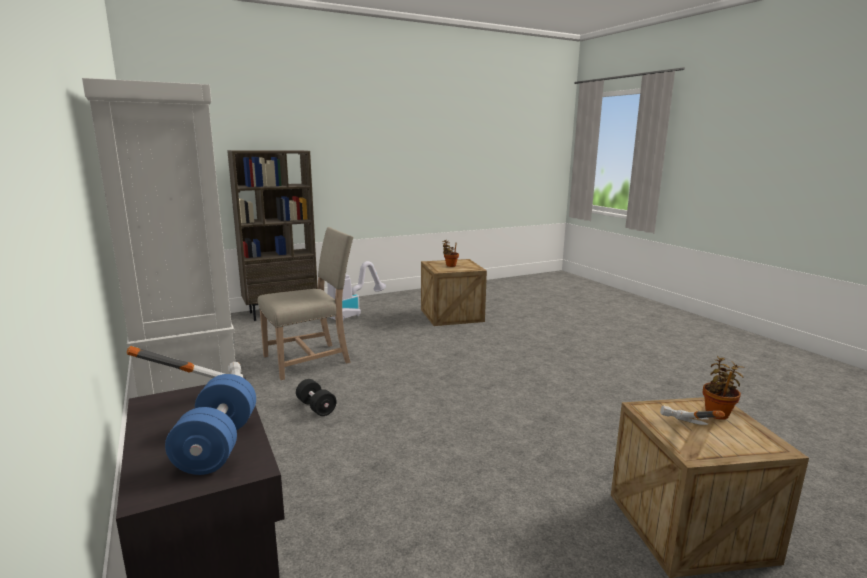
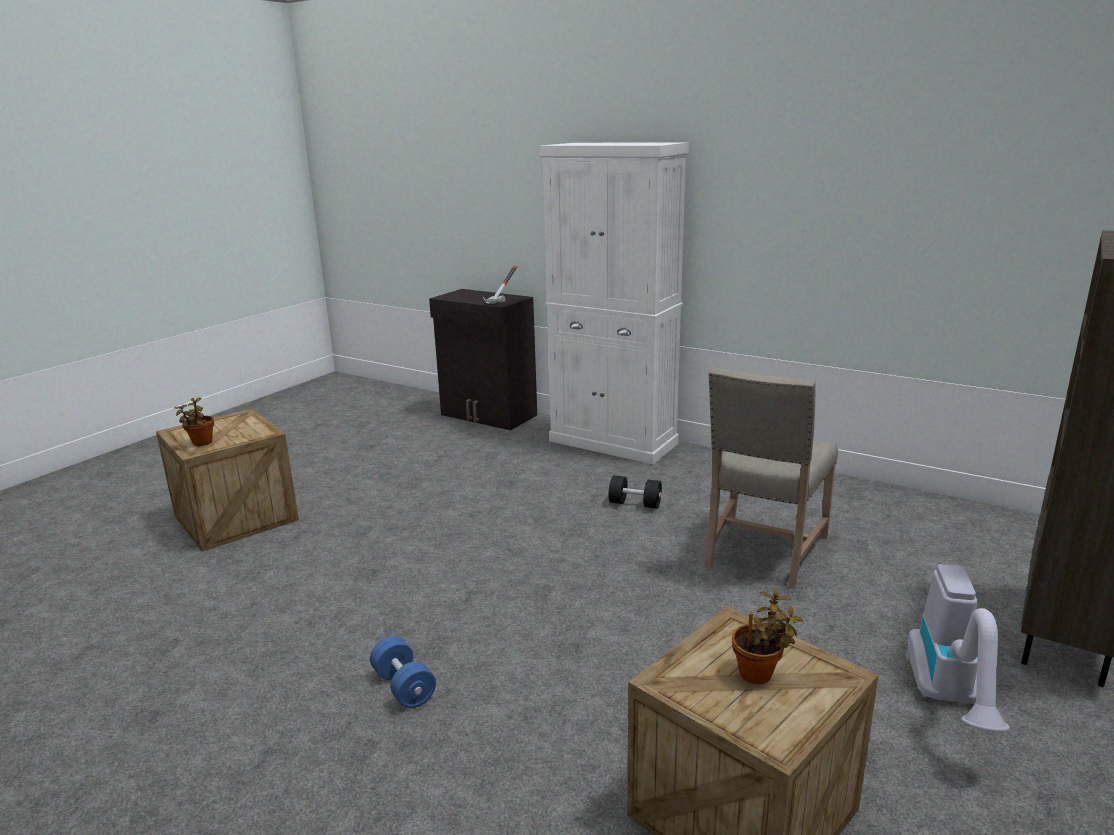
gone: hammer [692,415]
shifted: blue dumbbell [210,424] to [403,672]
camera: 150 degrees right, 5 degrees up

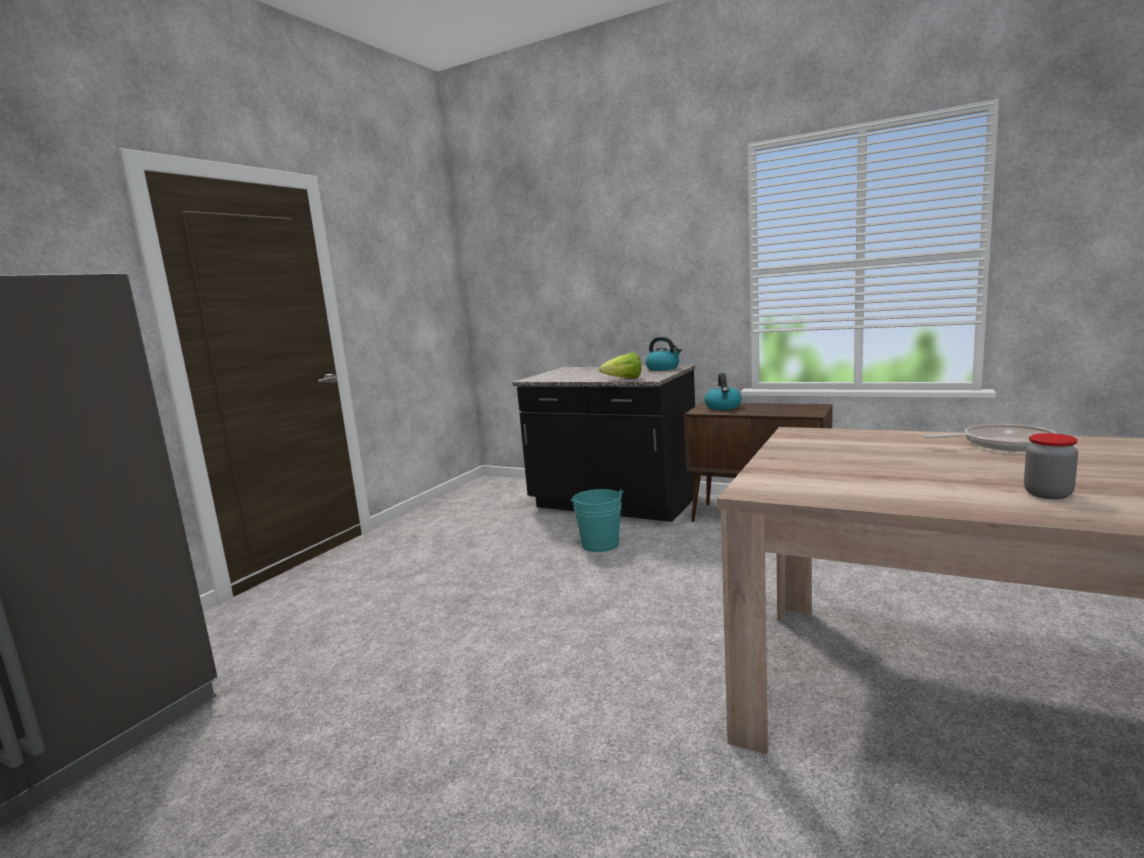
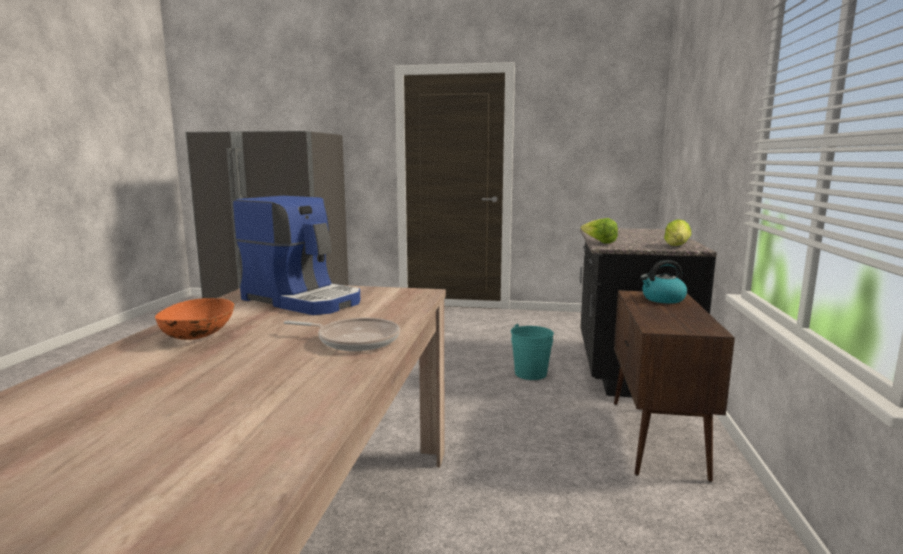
new: coffee machine [296,255]
swapped: jar [1051,466] to orange bowl [195,319]; kettle [663,354] to lettuce [678,232]
rotated: frying pan [991,438] = [342,334] 60 degrees counterclockwise
camera: 70 degrees right, 0 degrees up

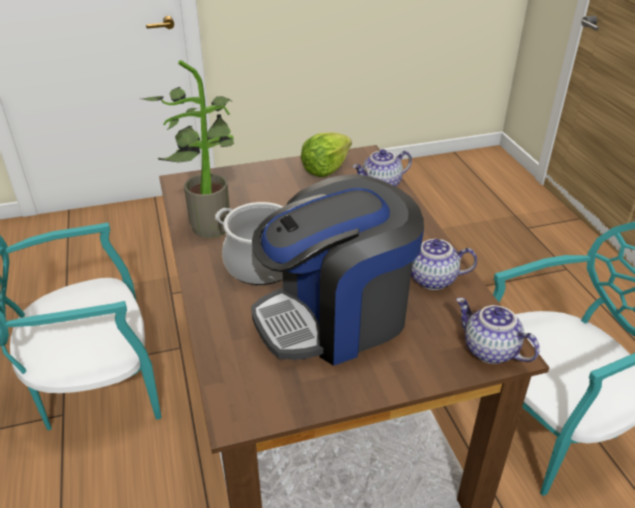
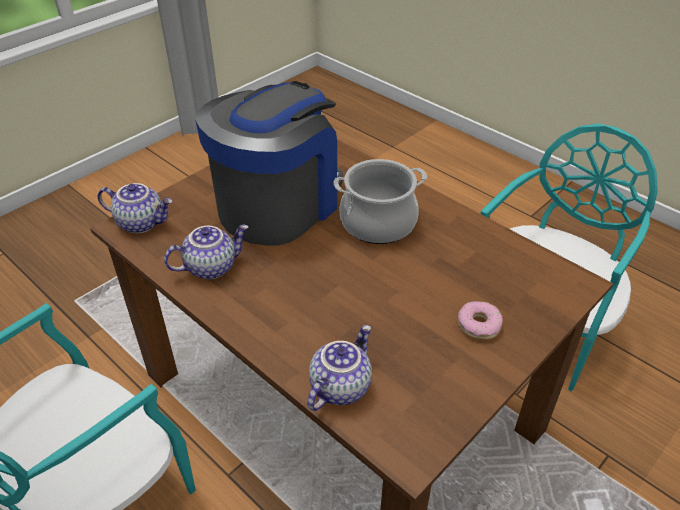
gone: potted plant [188,149]; lettuce [326,154]
new: donut [480,320]
camera: 150 degrees right, 5 degrees up

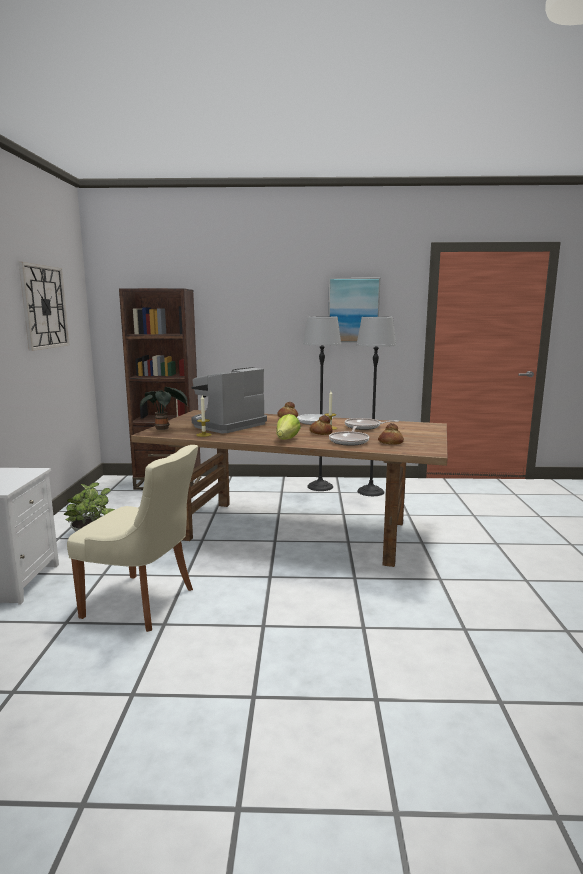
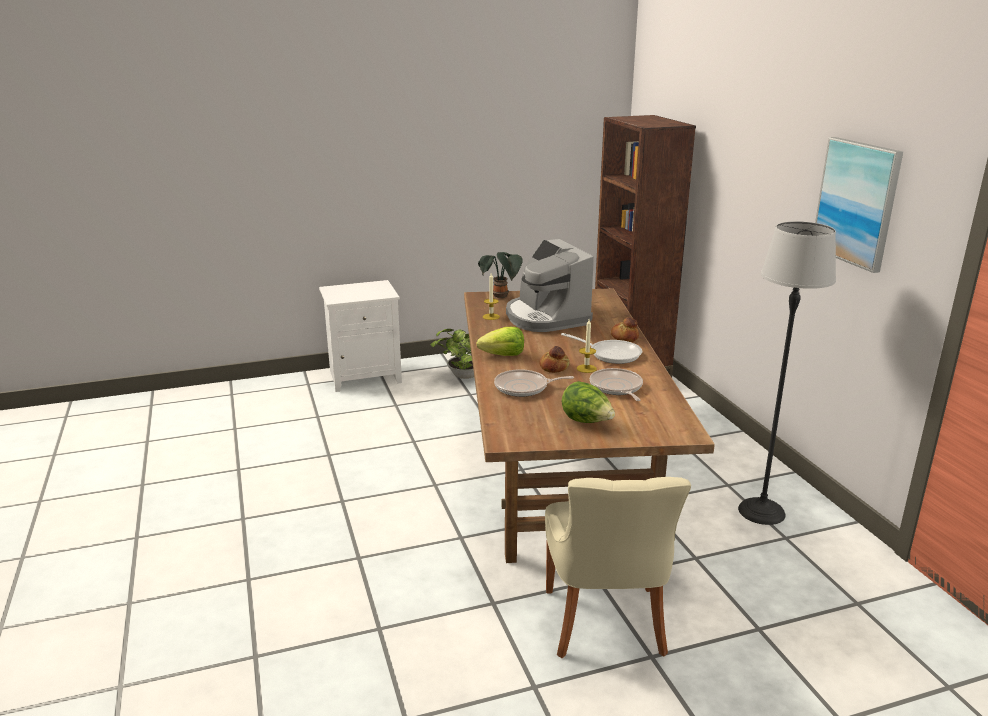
gone: wall clock [44,306]; floor lamp [322,403]; bread [391,434]
new: lettuce [588,402]
shifted: beige chair [132,538] to [618,567]
rotated: coffee machine [229,400] = [550,285] 135 degrees counterclockwise
camera: 70 degrees right, 10 degrees up

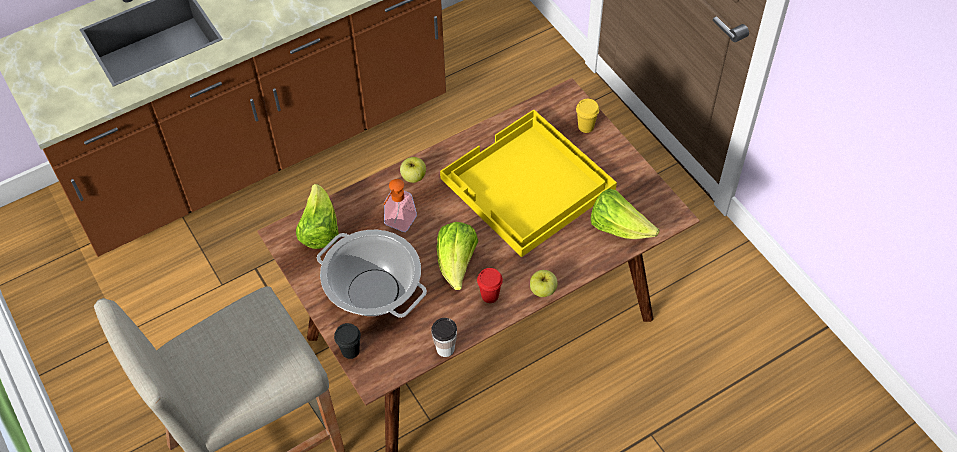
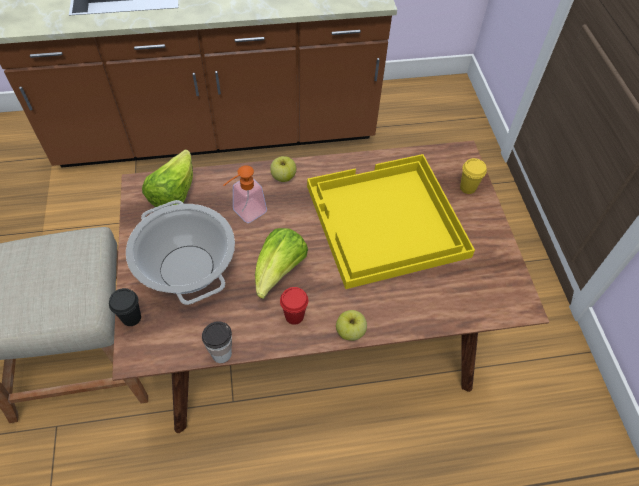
gone: lettuce [625,214]
camera: 20 degrees right, 0 degrees up

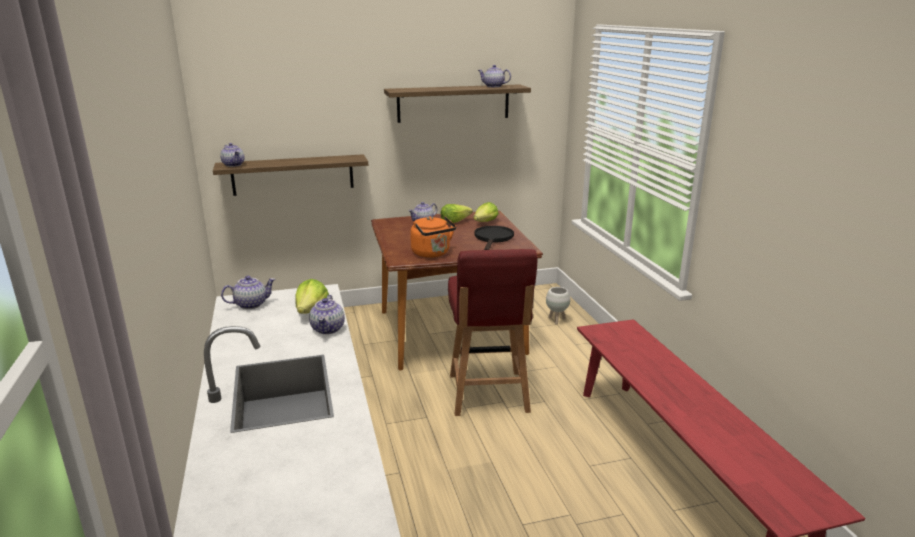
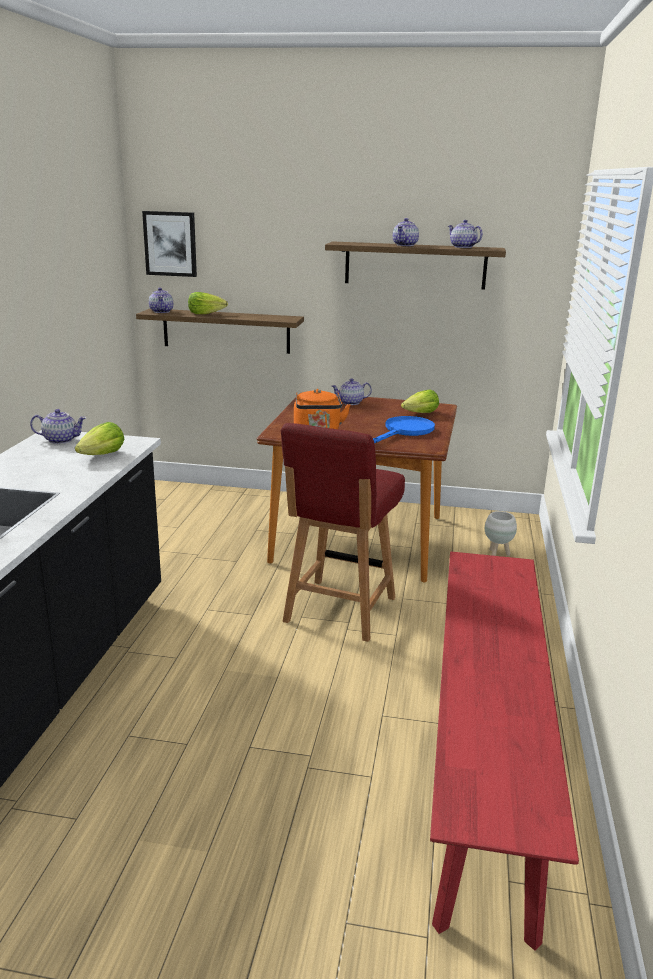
new: picture [169,244]
shifted: lettuce [457,213] to [208,303]; teapot [327,314] to [406,232]
repainted: black frying pan [494,238] to blue frying pan [404,429]
camera: 25 degrees right, 0 degrees up

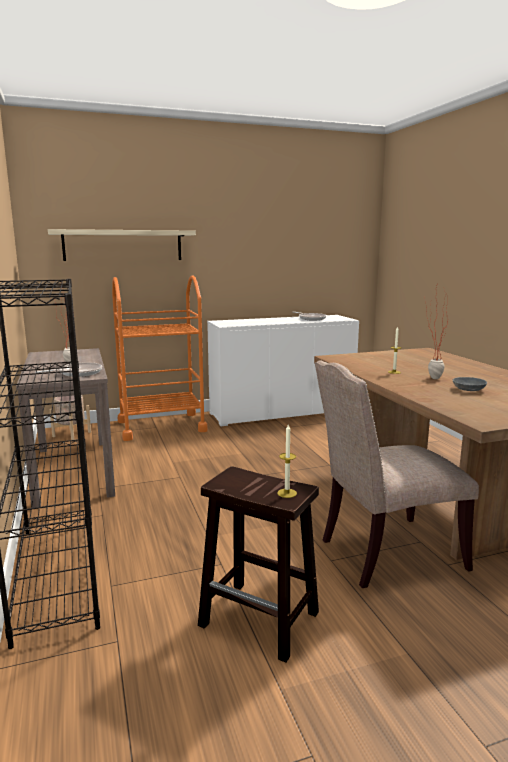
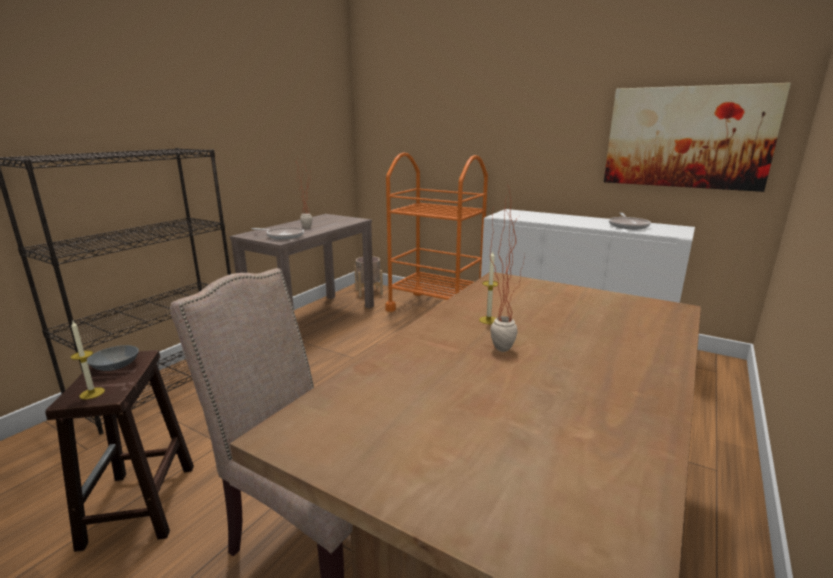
gone: shelf [122,245]
new: picture [697,137]
shifted: grey bowl [470,384] to [113,358]
camera: 50 degrees right, 5 degrees up

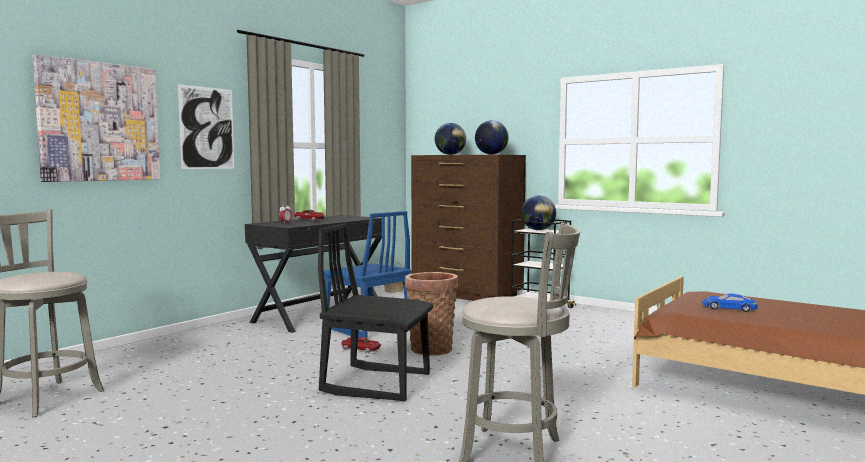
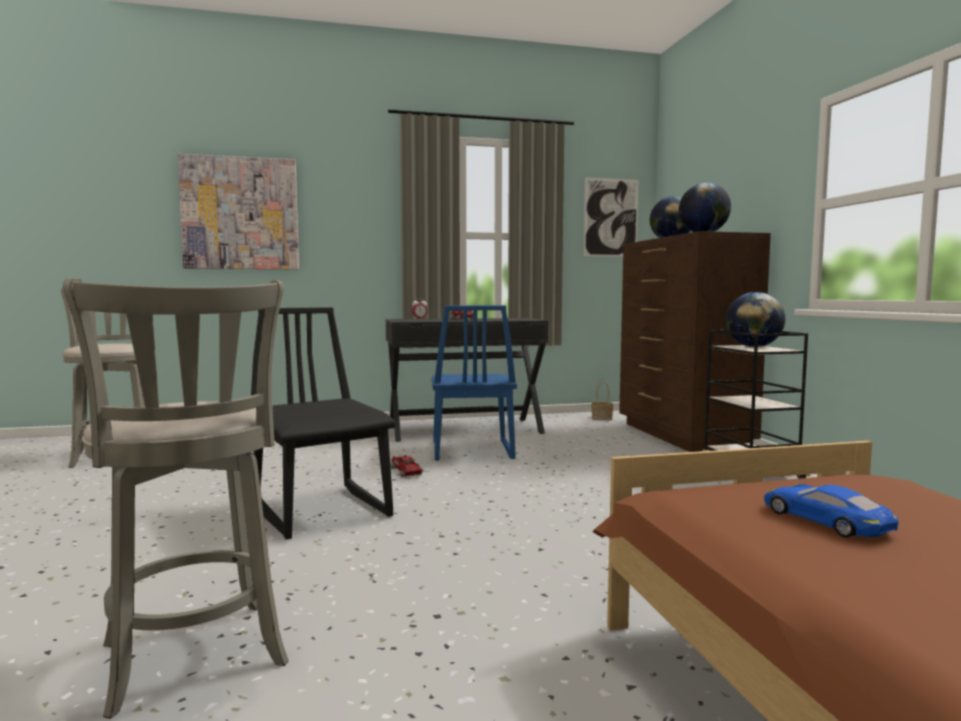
gone: basket [431,314]
shifted: picture [206,126] to [611,217]
camera: 40 degrees right, 0 degrees up

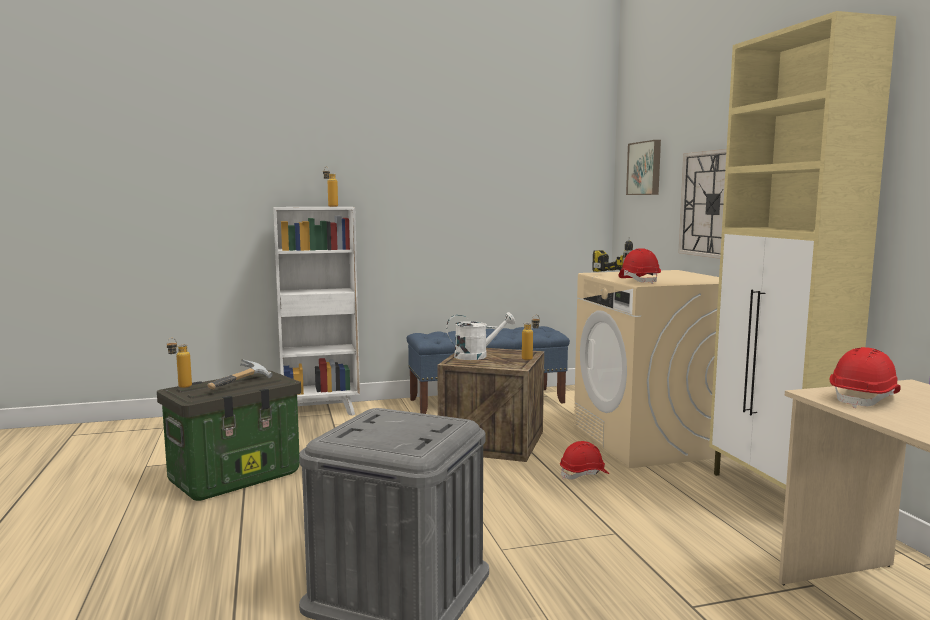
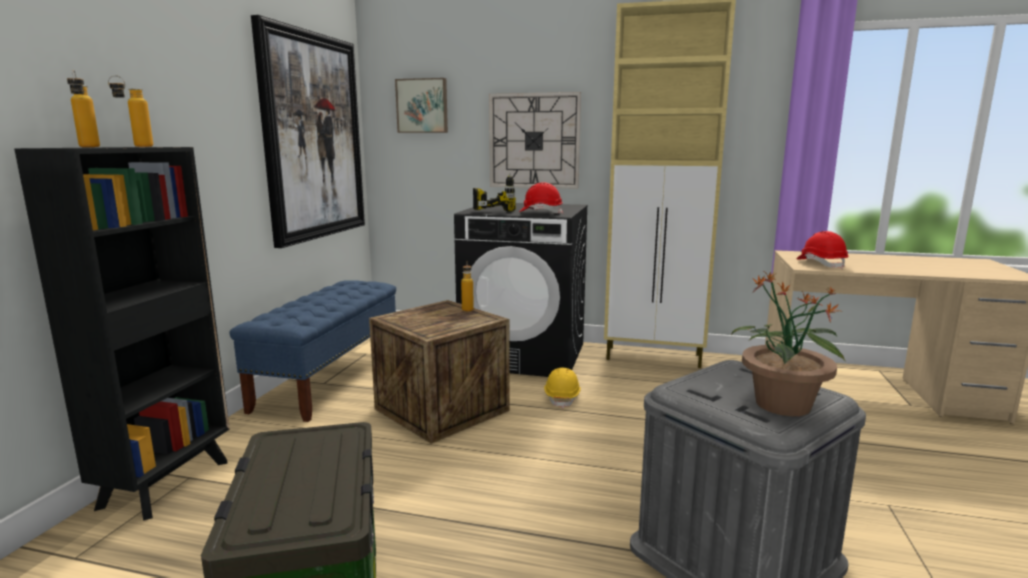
gone: hammer [240,374]; white watering can [480,336]
new: picture [308,131]; potted plant [788,344]
shifted: bottle [179,363] to [83,108]
repainted: white bookcase [316,311] to black bookcase [122,334]; beige washing machine [650,369] to black washing machine [521,290]; red hard hat [584,460] to yellow hard hat [562,388]
camera: 60 degrees left, 5 degrees up

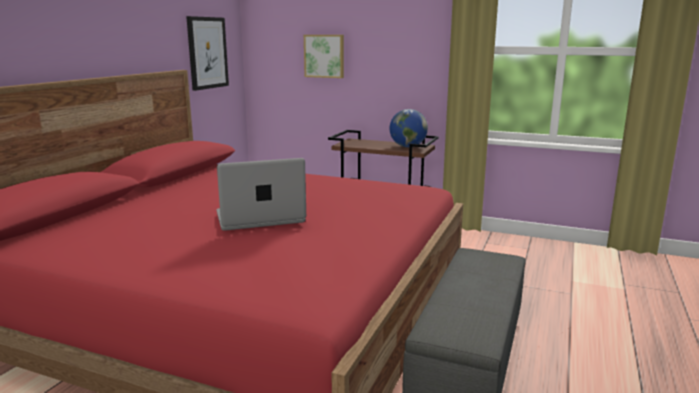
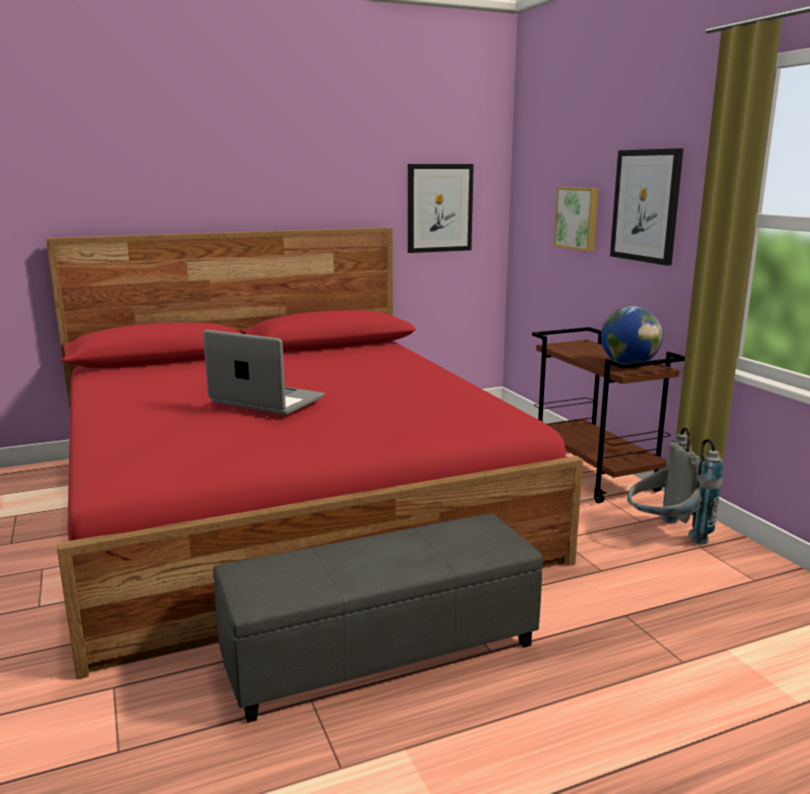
new: picture [646,207]; grey backpack [675,486]
camera: 45 degrees right, 0 degrees up

